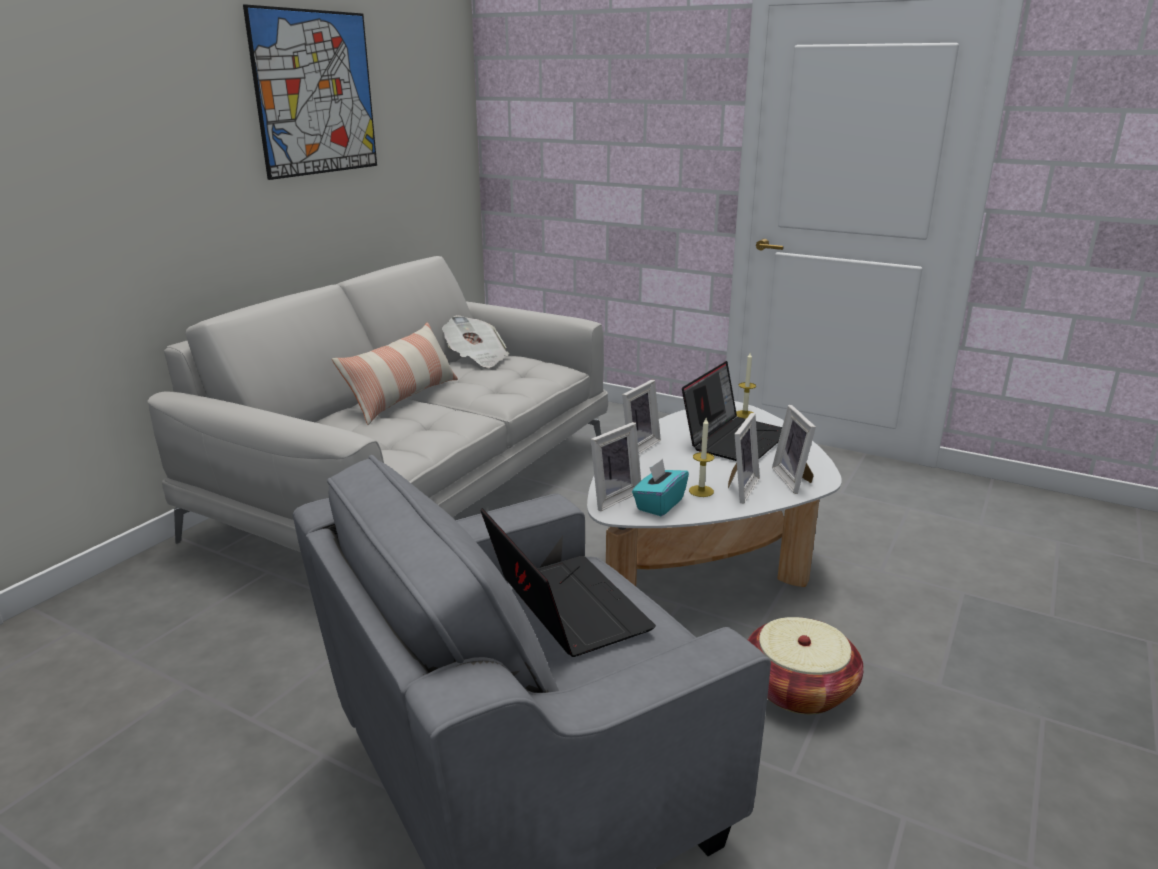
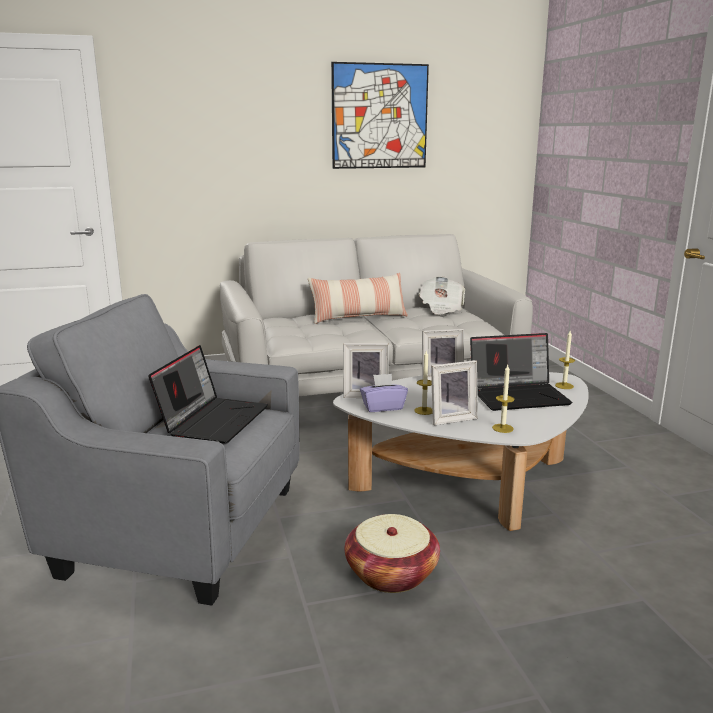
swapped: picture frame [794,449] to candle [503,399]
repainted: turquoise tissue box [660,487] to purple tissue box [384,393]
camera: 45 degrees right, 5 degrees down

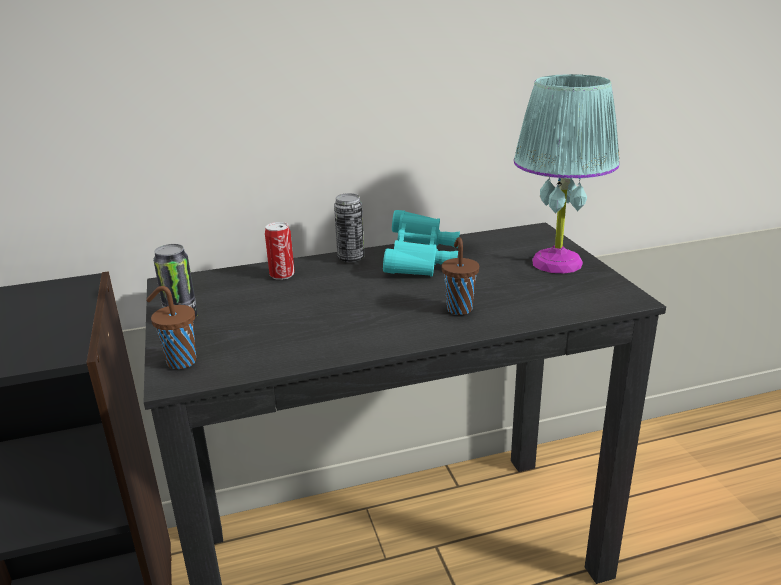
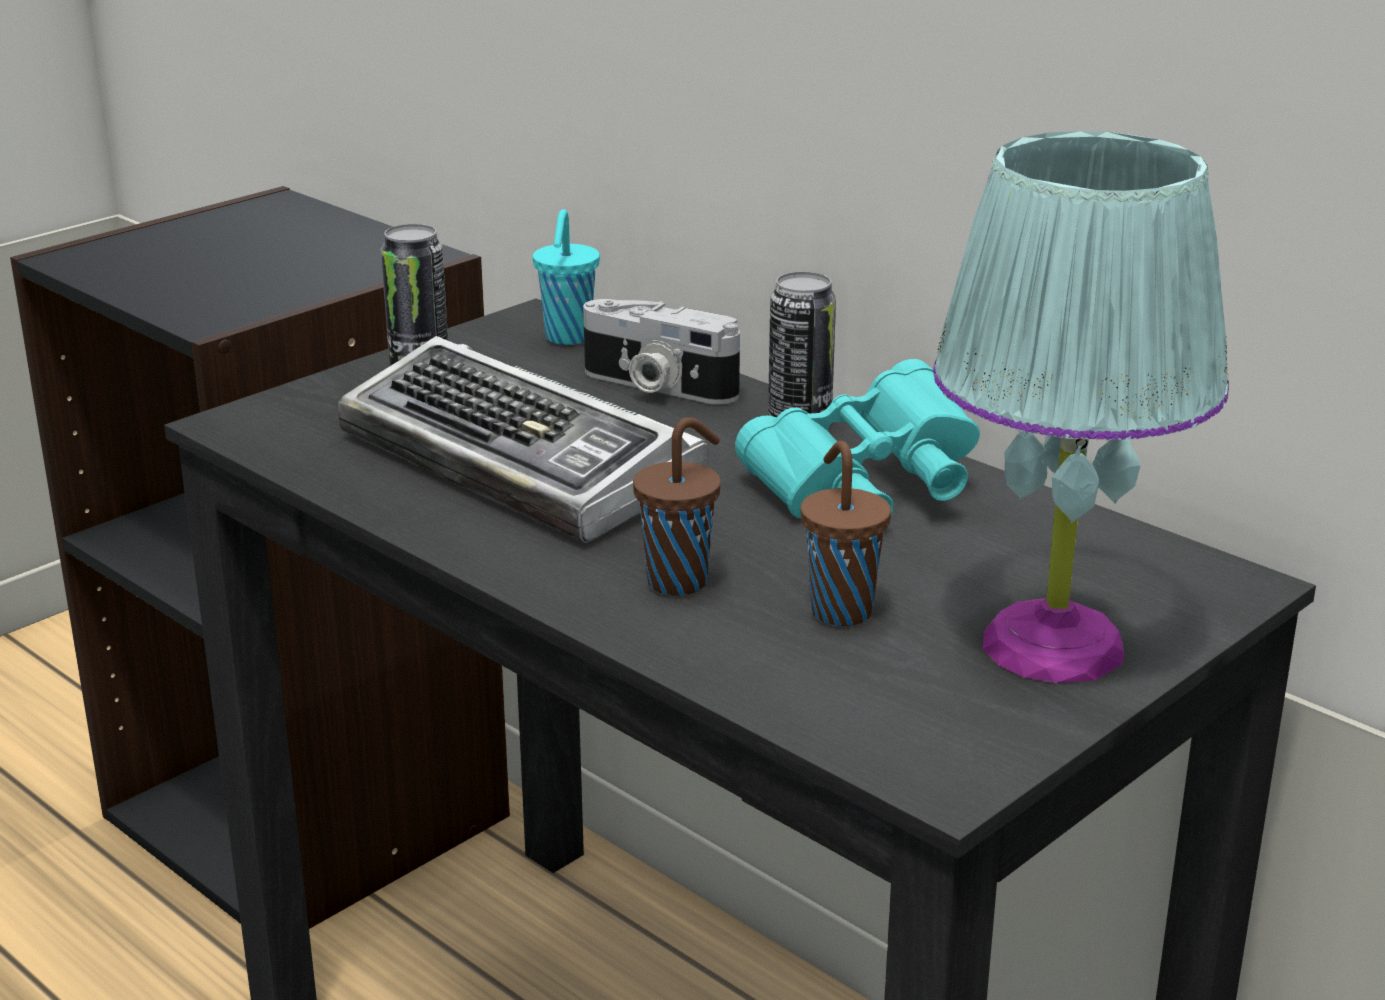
new: keyboard [523,439]; turquoise cup [566,277]
shifted: brown cup [171,327] to [845,533]
swapped: can [280,251] to photo camera [661,352]
camera: 60 degrees right, 0 degrees up

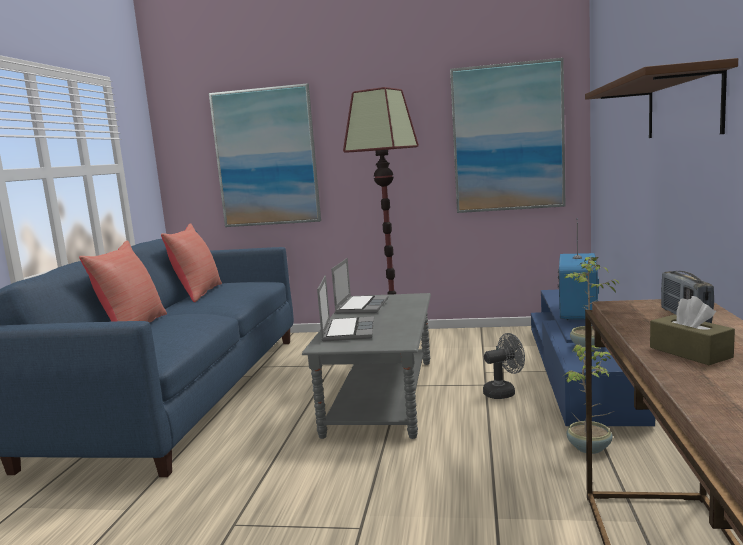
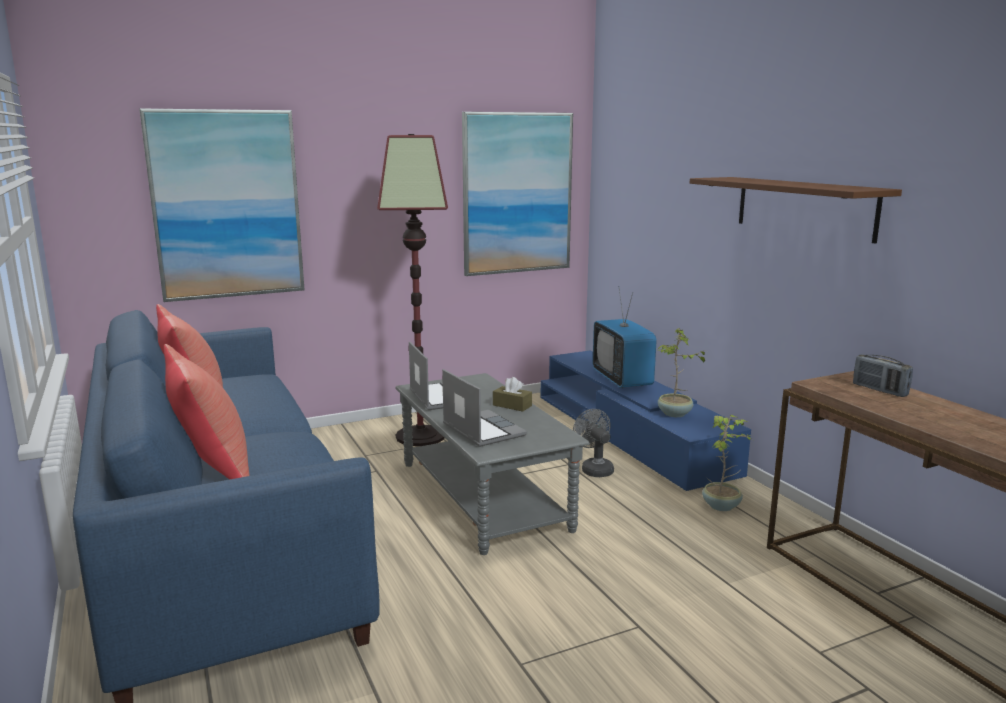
shifted: brown tissue box [692,330] to [512,394]
rotated: grey fan [504,366] = [593,443] 60 degrees counterclockwise
camera: 35 degrees left, 5 degrees up

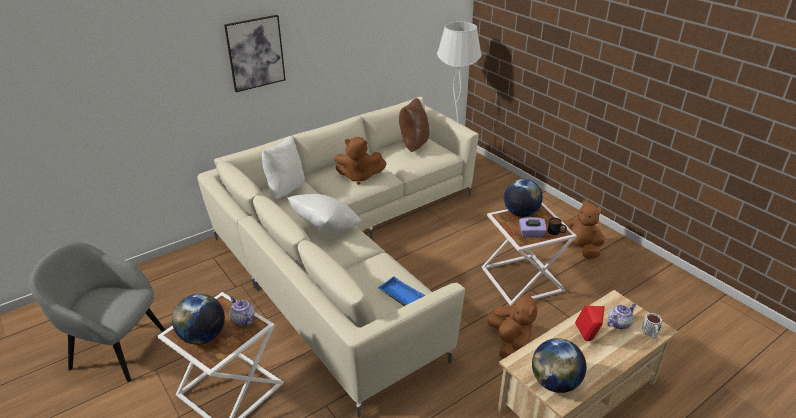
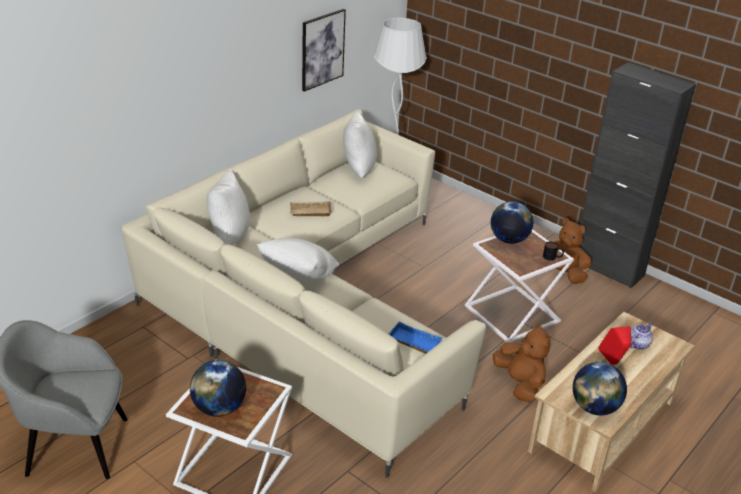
gone: teapot [242,311]; purple tissue box [533,227]; mug [652,326]
new: black cabinet [637,175]
shifted: picture [255,53] to [324,50]
swapped: brown plush toy [360,161] to beige tray [311,208]
repainted: brown pillow [414,125] to white pillow [360,145]
camera: 15 degrees left, 0 degrees up

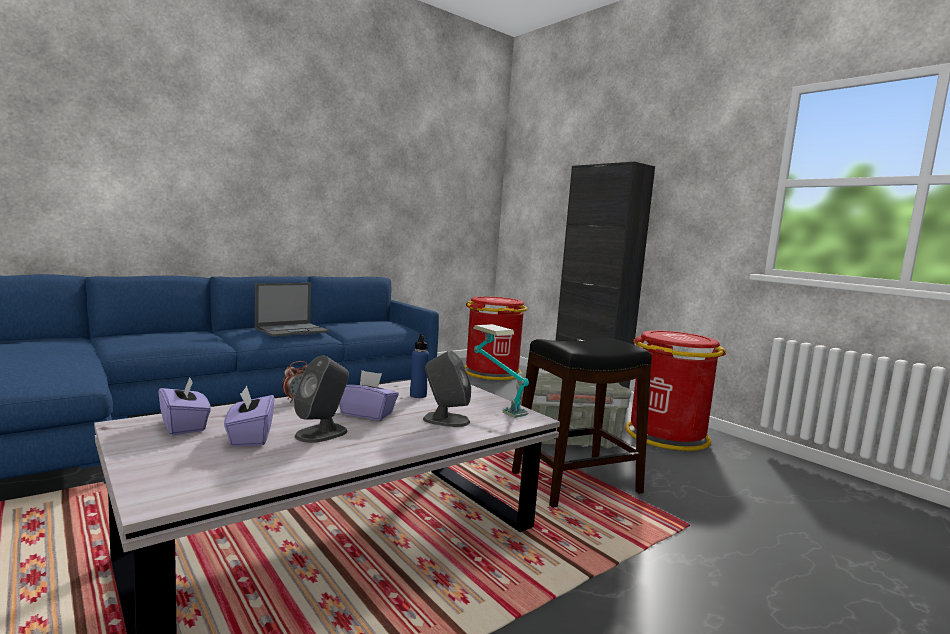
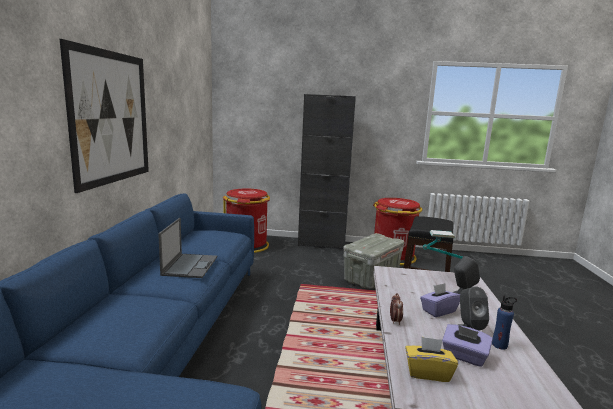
new: picture [104,116]
shifted: blue bottle [419,366] to [504,322]
repainted: purple tissue box [184,406] to yellow tissue box [431,359]
camera: 45 degrees left, 5 degrees up

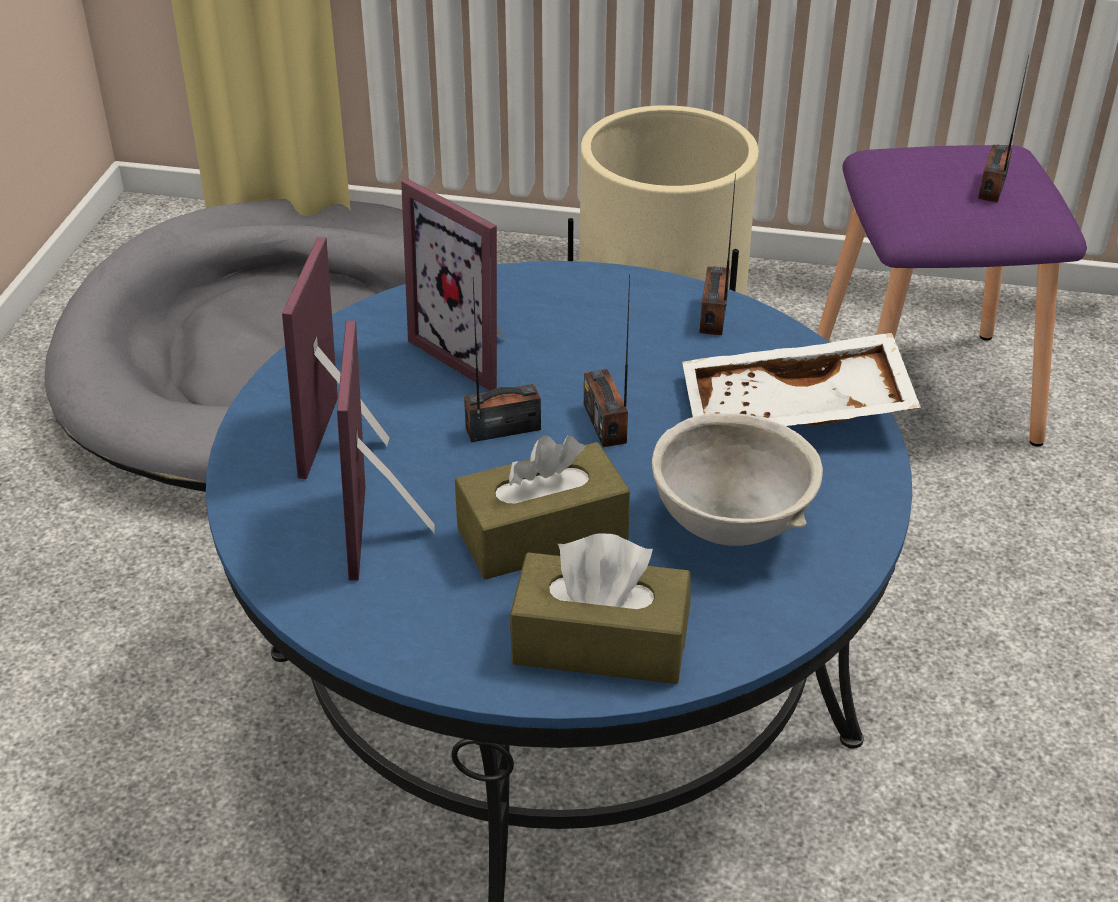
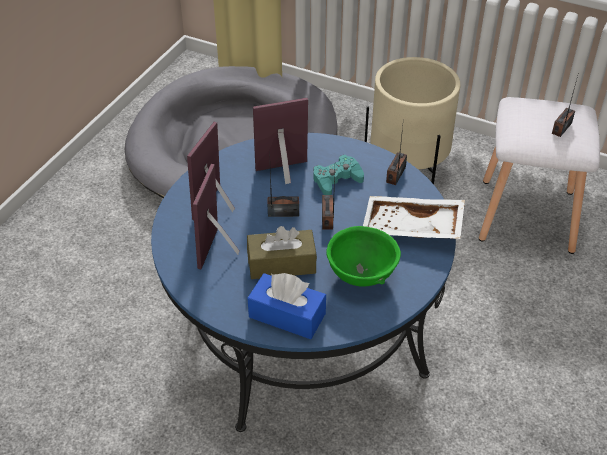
new: turquoise game controller [338,175]
repainted: brown tissue box [600,608] to blue tissue box [287,306]; grey bowl [737,479] to green bowl [363,256]; purple stool [952,296] to white stool [539,175]
rotated: picture frame [453,285] = [280,141] 105 degrees clockwise
camera: 15 degrees right, 5 degrees up

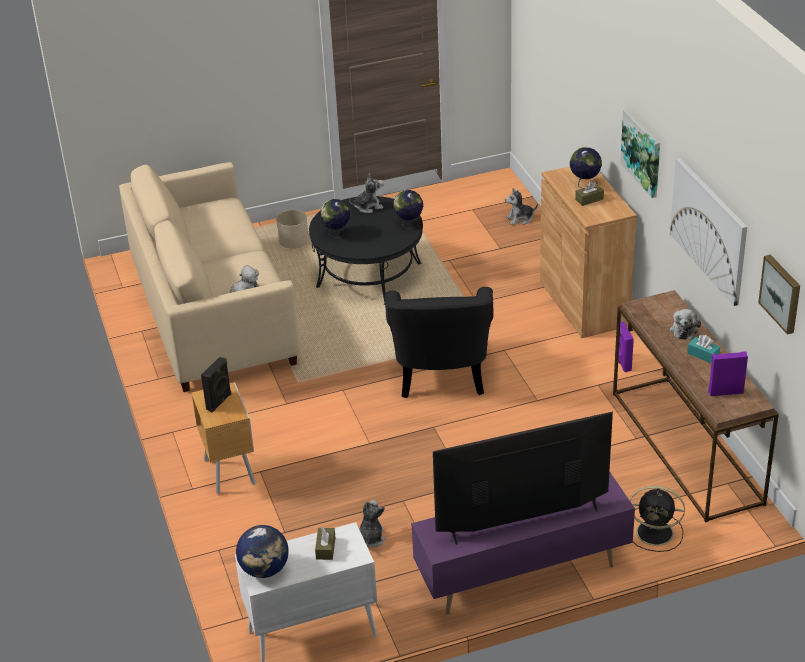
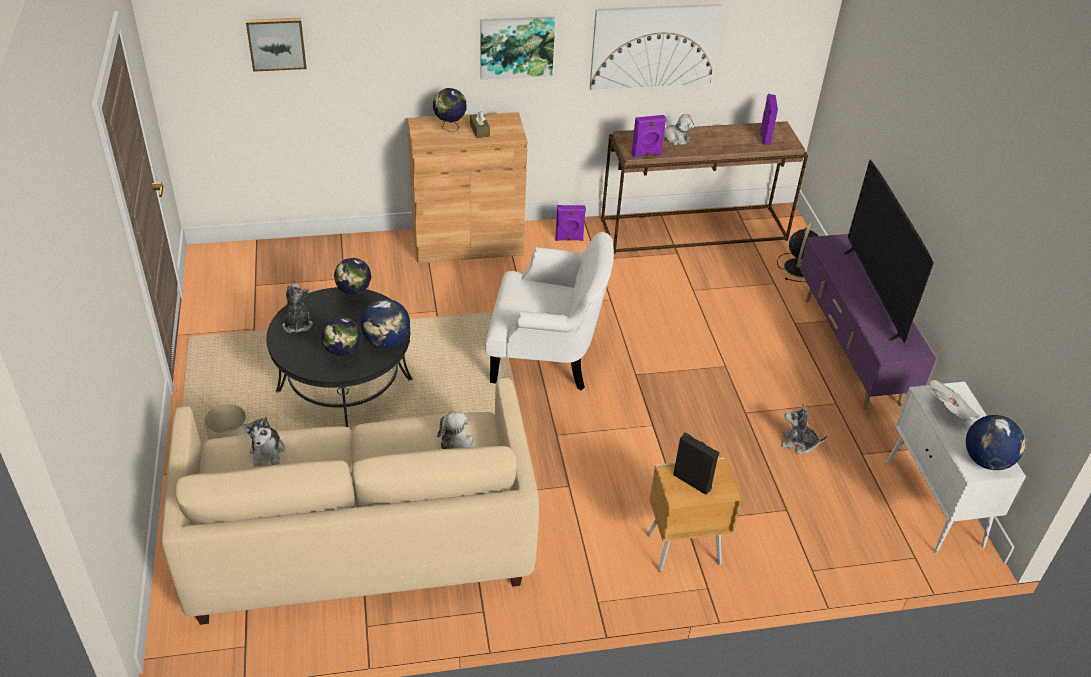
gone: turquoise tissue box [703,349]
new: globe [385,323]; purple speaker [649,136]
shifted: plush toy [521,206] to [264,441]; picture [779,295] to [276,45]
swapped: brown tissue box [325,543] to newspaper [955,400]
repainted: black armchair [439,342] to white armchair [549,311]
camera: 85 degrees left, 5 degrees up

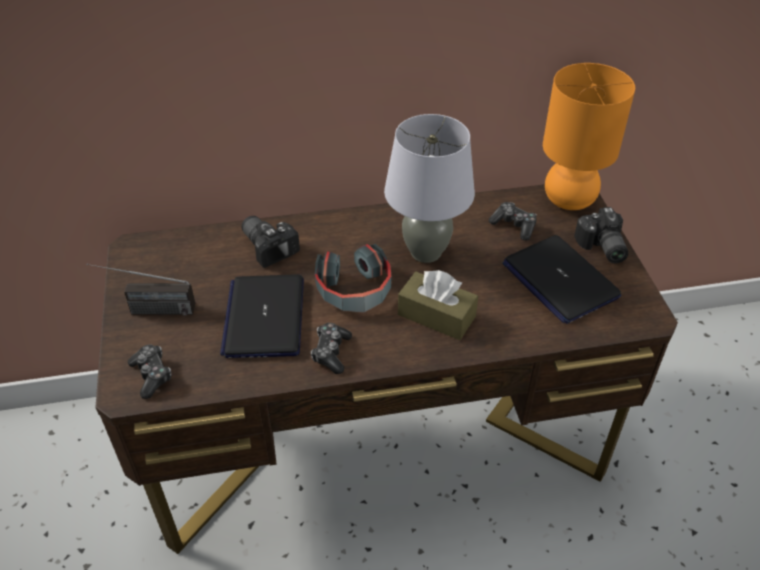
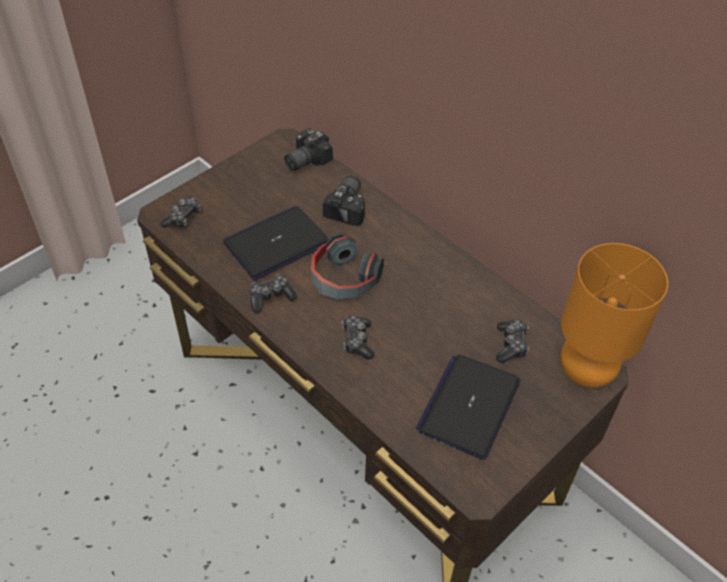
gone: radio [141,290]; grey table lamp [429,188]
shifted: photo camera [601,235] to [308,149]
swapped: brown tissue box [438,305] to game controller [358,337]
camera: 55 degrees right, 5 degrees up

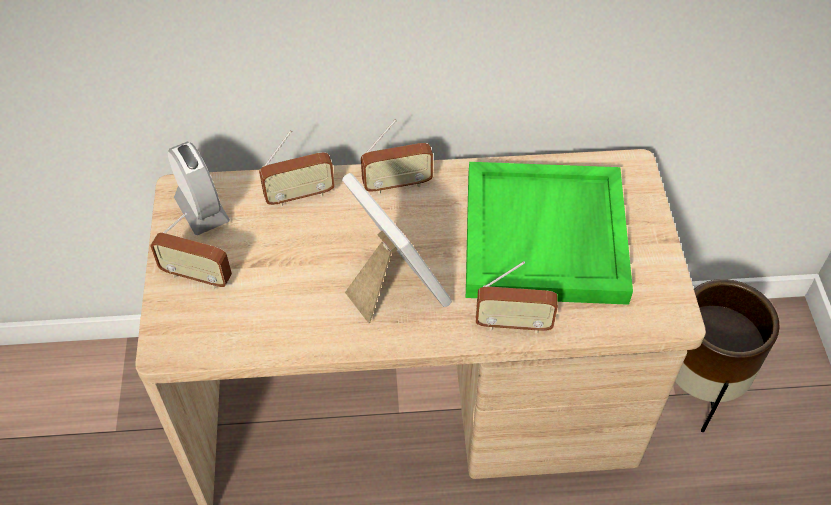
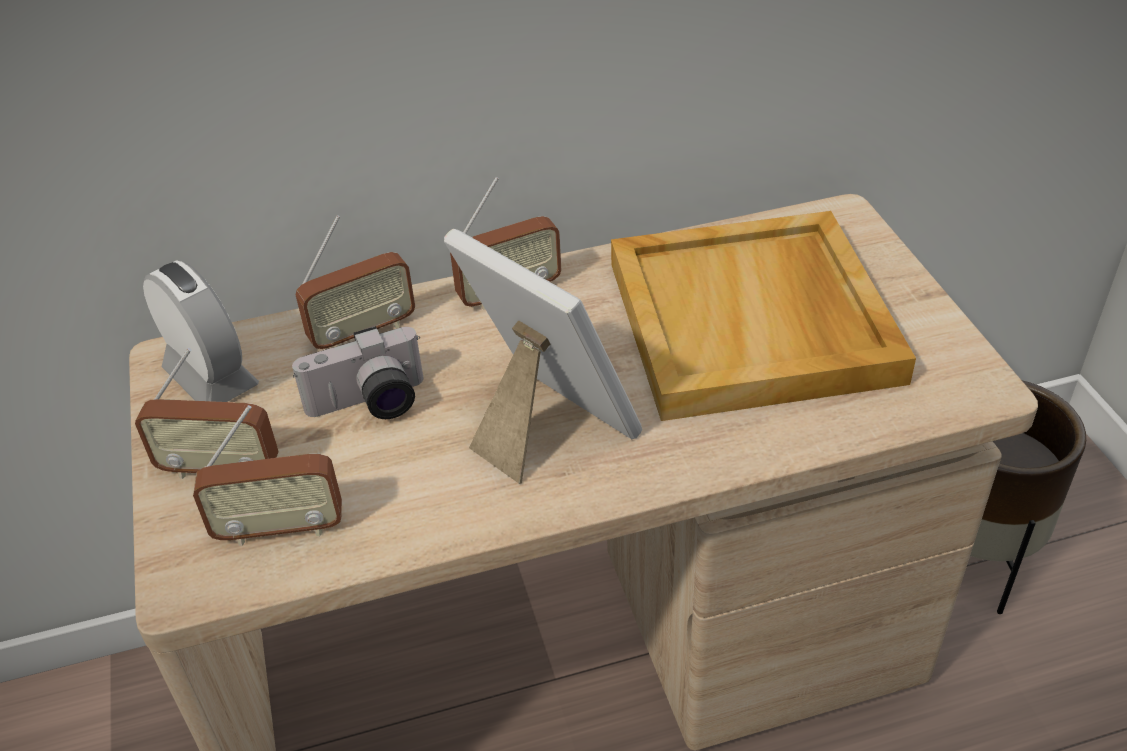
new: photo camera [357,372]
shifted: radio [517,297] to [267,475]
repainted: green tray [549,233] to beige tray [763,316]
camera: 10 degrees left, 10 degrees down

